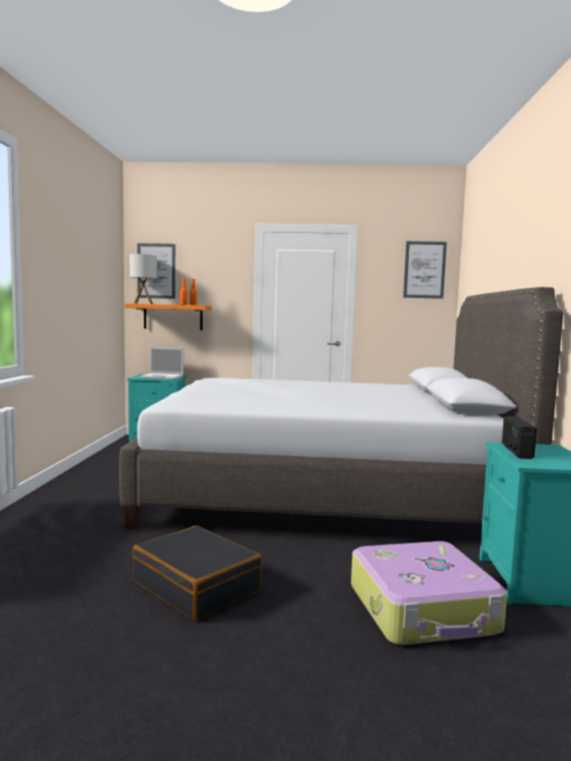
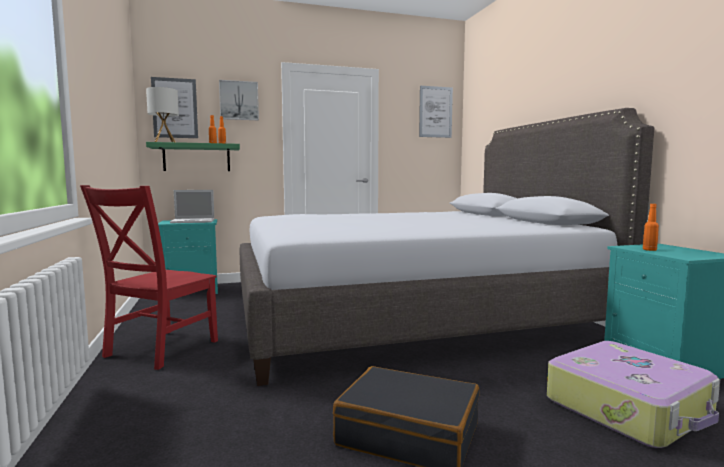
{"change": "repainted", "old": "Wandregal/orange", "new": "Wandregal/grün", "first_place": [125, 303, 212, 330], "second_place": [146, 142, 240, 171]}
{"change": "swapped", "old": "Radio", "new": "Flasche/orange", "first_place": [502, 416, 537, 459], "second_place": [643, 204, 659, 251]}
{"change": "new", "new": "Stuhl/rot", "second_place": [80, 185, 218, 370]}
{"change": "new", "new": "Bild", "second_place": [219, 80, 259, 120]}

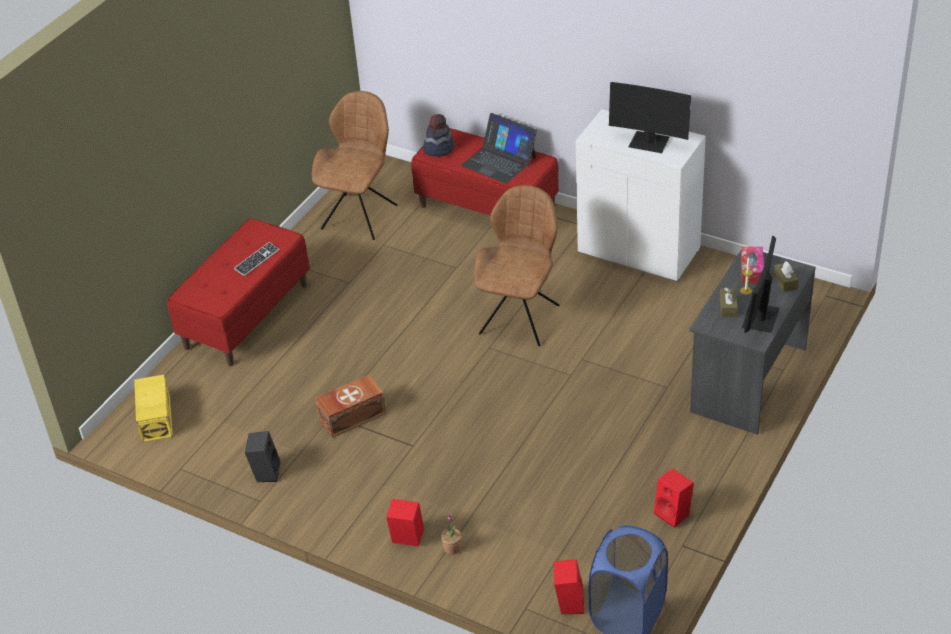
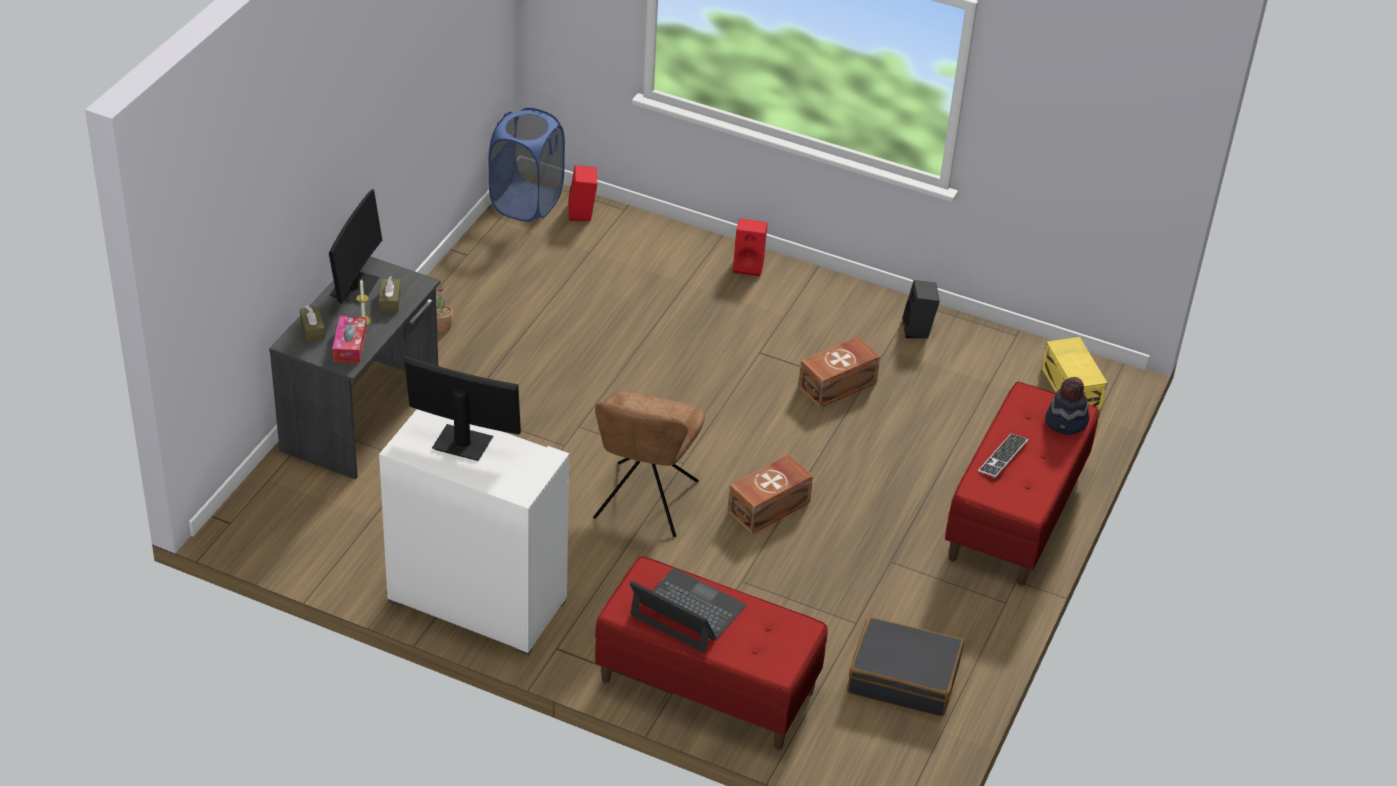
{"change": "swapped", "old": "Stuhl/braun", "new": "Koffer/schwarz", "first_place": [312, 91, 397, 240], "second_place": [847, 617, 964, 716]}
{"change": "shifted", "old": "Hut", "first_place": [423, 114, 454, 157], "second_place": [1045, 377, 1090, 435]}
{"change": "shifted", "old": "Topfpflanze", "first_place": [441, 515, 461, 555], "second_place": [436, 285, 453, 333]}
{"change": "gone", "old": "Lautsprecher/rot", "first_place": [654, 468, 694, 528]}
{"change": "new", "new": "Aufbewahrungsbox/braun", "second_place": [727, 454, 813, 534]}

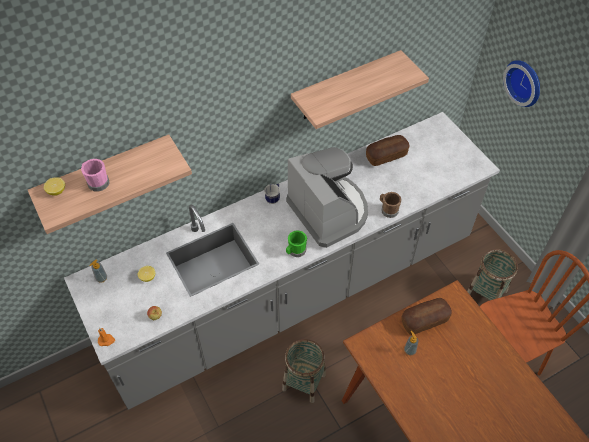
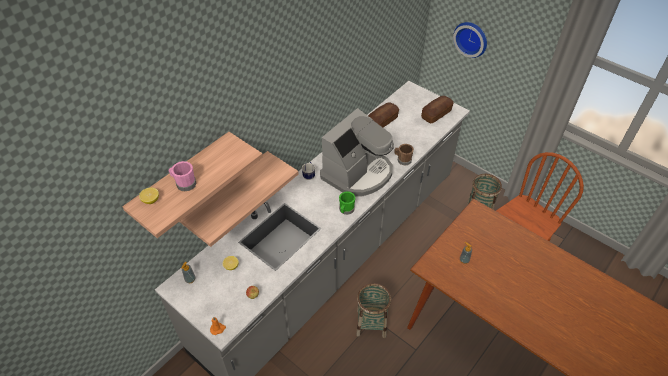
{"change": "rotated", "old": "Kaffeemaschine", "first_place": [286, 147, 368, 248], "second_place": [320, 108, 394, 196], "degrees": 90}
{"change": "shifted", "old": "Wandregal", "first_place": [291, 50, 429, 129], "second_place": [179, 151, 299, 247]}
{"change": "shifted", "old": "Brot", "first_place": [401, 298, 452, 335], "second_place": [421, 96, 454, 123]}

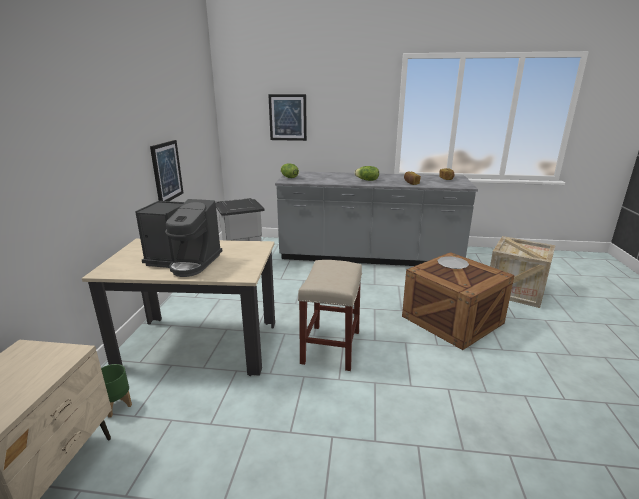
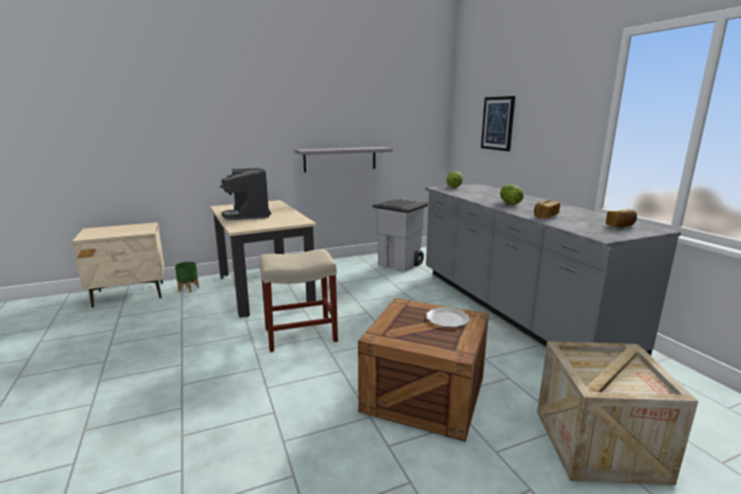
{"change": "swapped", "old": "Bild", "new": "Wandregal/grau", "first_place": [150, 140, 183, 201], "second_place": [295, 147, 393, 172]}

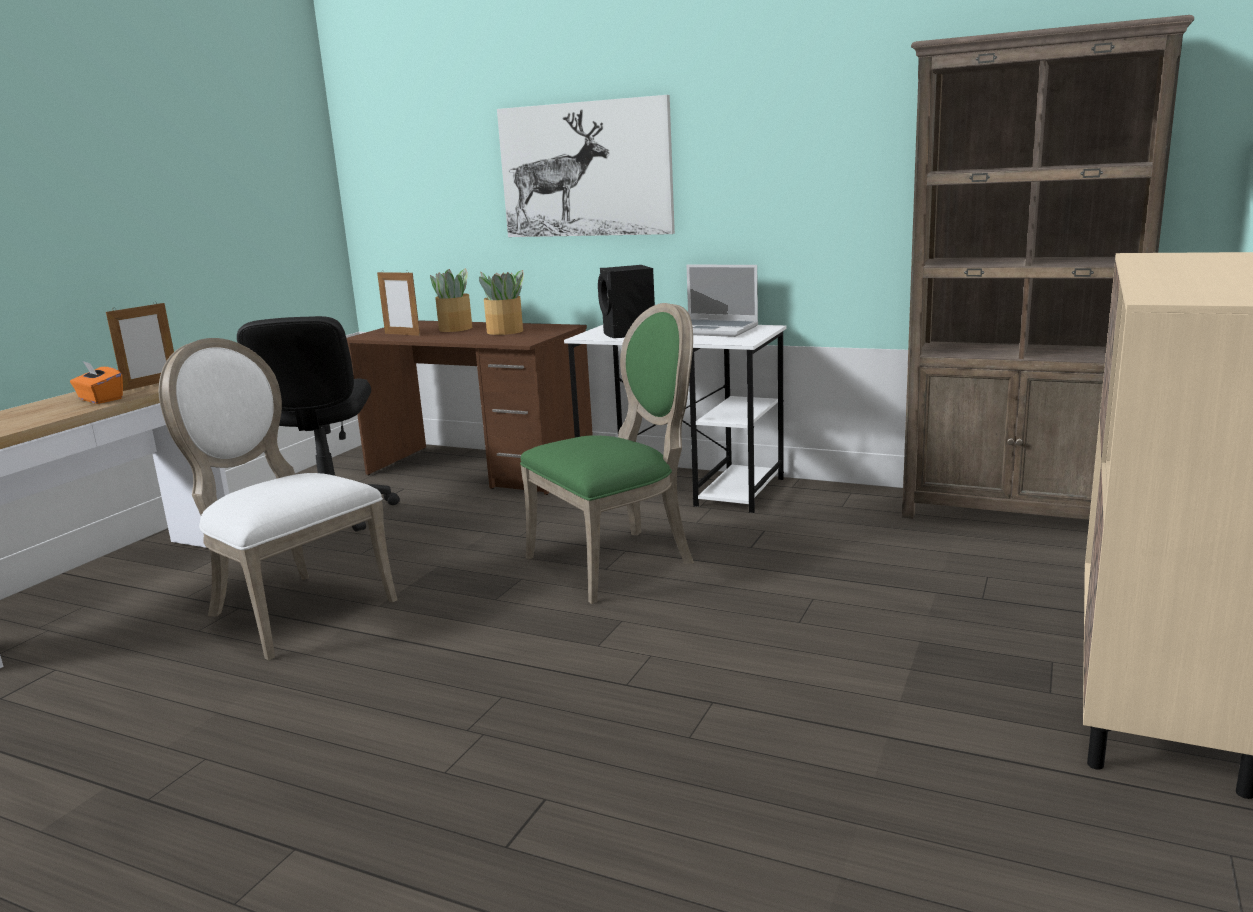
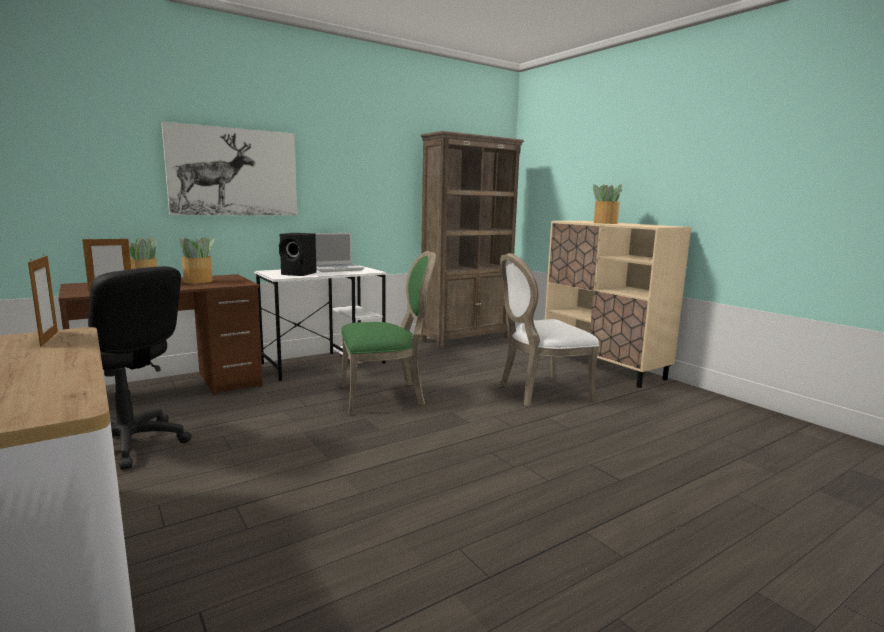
{"change": "gone", "old": "Taschentuchbox/orange", "first_place": [70, 361, 123, 404]}
{"change": "shifted", "old": "Stuhl/weiß", "first_place": [159, 338, 398, 661], "second_place": [499, 253, 599, 406]}
{"change": "rotated", "old": "Stuhl/grün", "first_place": [520, 303, 694, 604], "second_place": [341, 251, 436, 415], "degrees": 75}
{"change": "new", "new": "Topfpflanze", "second_place": [593, 184, 622, 224]}

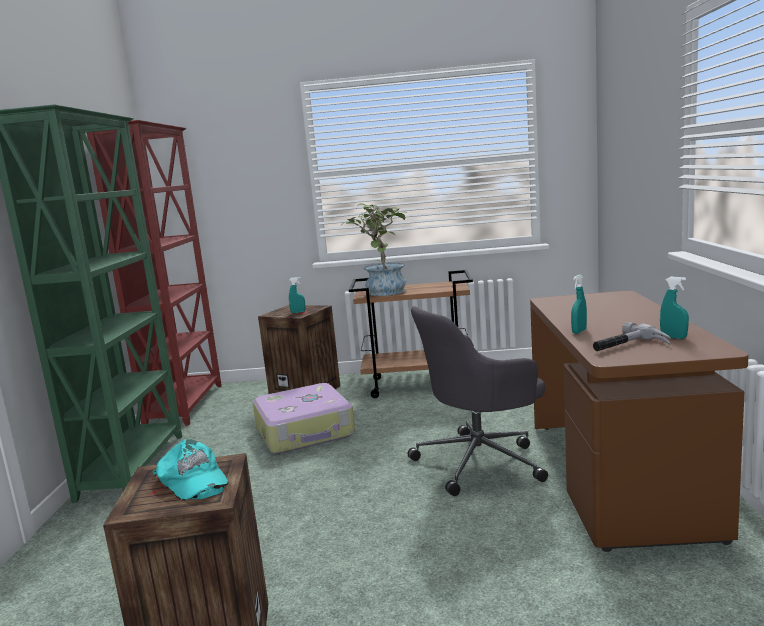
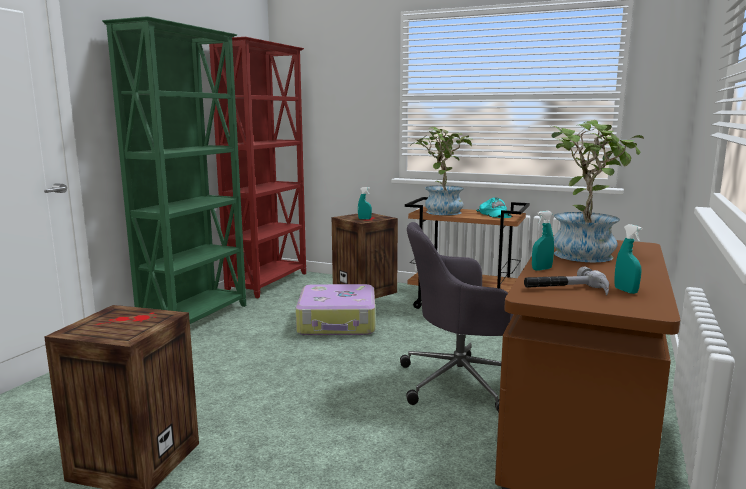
{"change": "shifted", "old": "Kappe/türkis", "first_place": [153, 439, 228, 501], "second_place": [476, 197, 513, 218]}
{"change": "new", "new": "Topfpflanze", "second_place": [552, 120, 644, 263]}

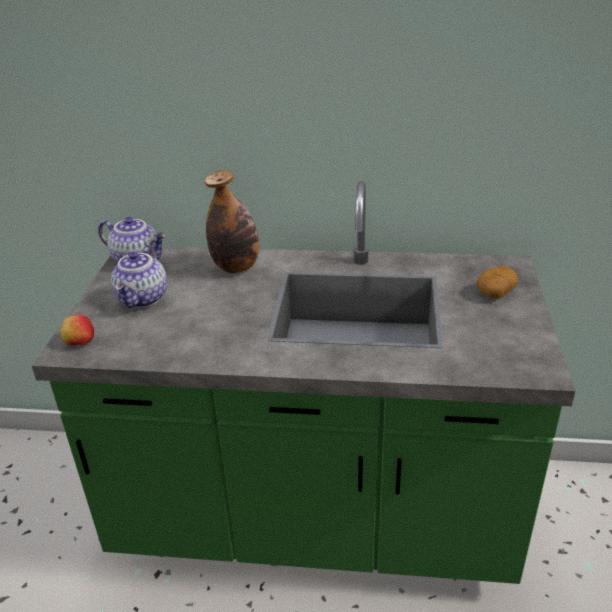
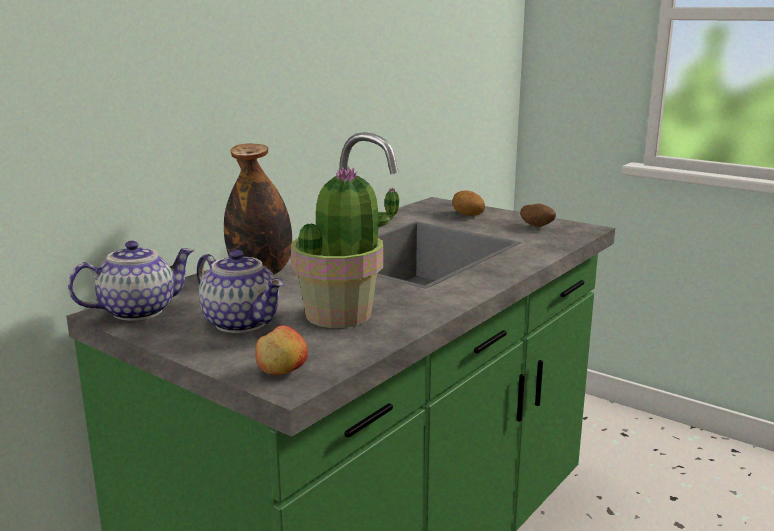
{"change": "new", "new": "Topfpflanze", "second_place": [290, 166, 399, 328]}
{"change": "new", "new": "Kartoffel", "second_place": [520, 203, 556, 227]}

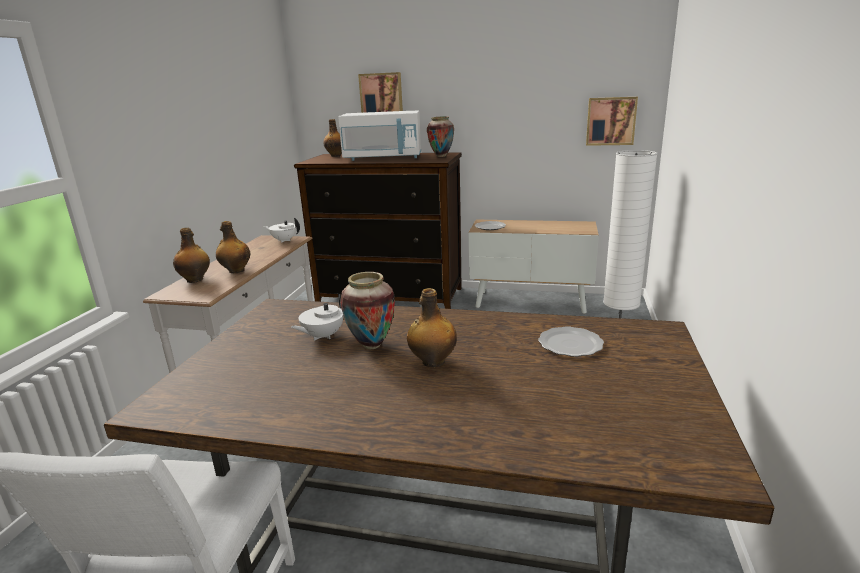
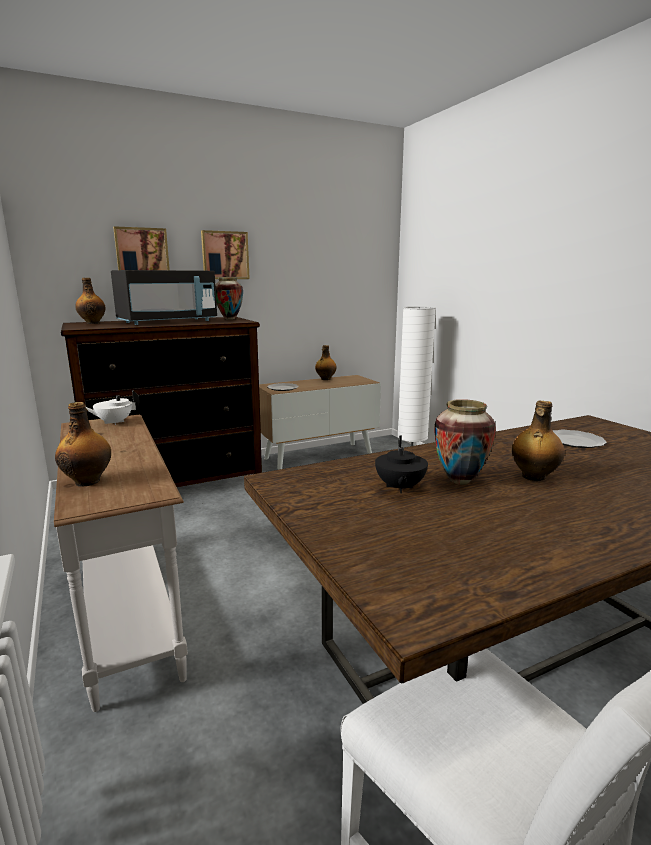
{"change": "shifted", "old": "Flasche", "first_place": [216, 221, 250, 273], "second_place": [315, 345, 337, 380]}
{"change": "repainted", "old": "Teekanne/weiß", "new": "Teekanne/schwarz", "first_place": [291, 294, 344, 341], "second_place": [375, 435, 428, 493]}
{"change": "repainted", "old": "Mikrowelle/weiß", "new": "Mikrowelle/schwarz", "first_place": [338, 111, 421, 161], "second_place": [111, 270, 217, 325]}
{"change": "shifted", "old": "Bild", "first_place": [586, 97, 638, 146], "second_place": [201, 230, 250, 279]}

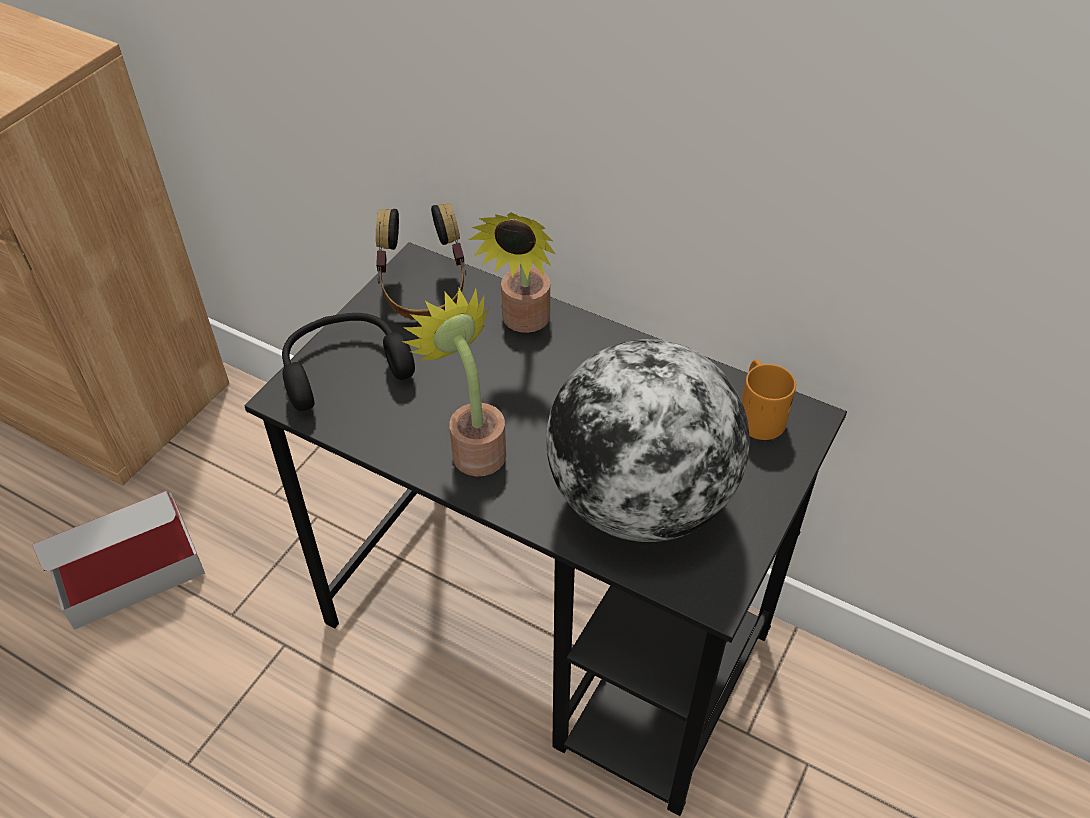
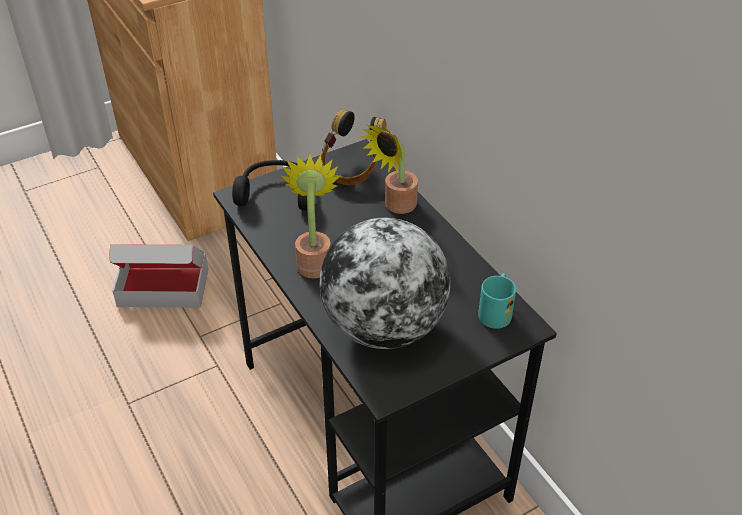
{"change": "repainted", "old": "Henkelbecher/orange", "new": "Henkelbecher/türkis", "first_place": [741, 359, 796, 440], "second_place": [478, 273, 516, 329]}

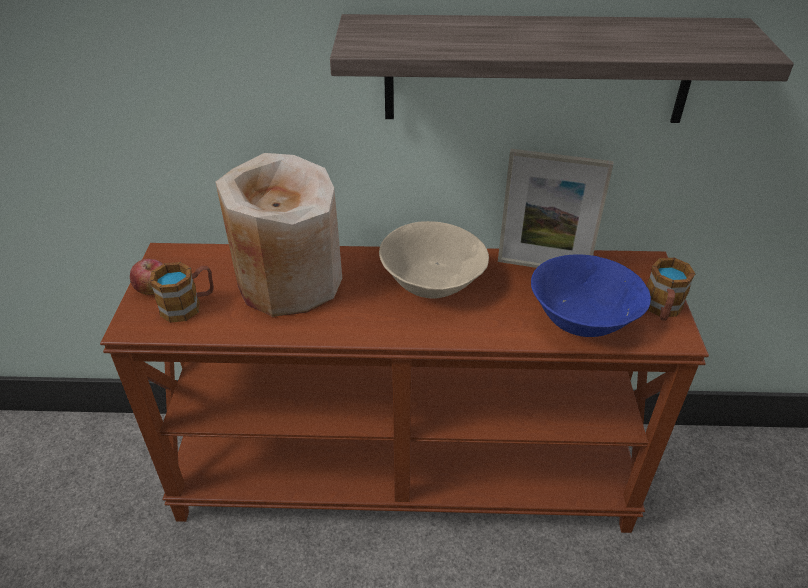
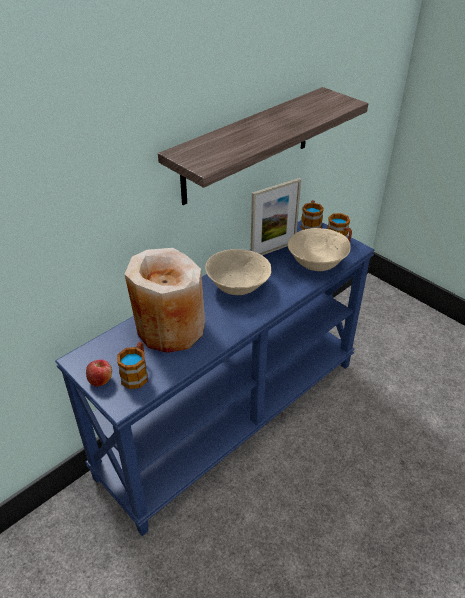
{"change": "repainted", "old": "Konsolentisch/braun", "new": "Konsolentisch/blau", "first_place": [100, 243, 709, 533], "second_place": [55, 220, 374, 536]}
{"change": "repainted", "old": "Schüssel/blau", "new": "Schüssel/beige", "first_place": [531, 254, 651, 337], "second_place": [288, 228, 351, 271]}
{"change": "new", "new": "Henkelbecher", "second_place": [301, 200, 324, 230]}

